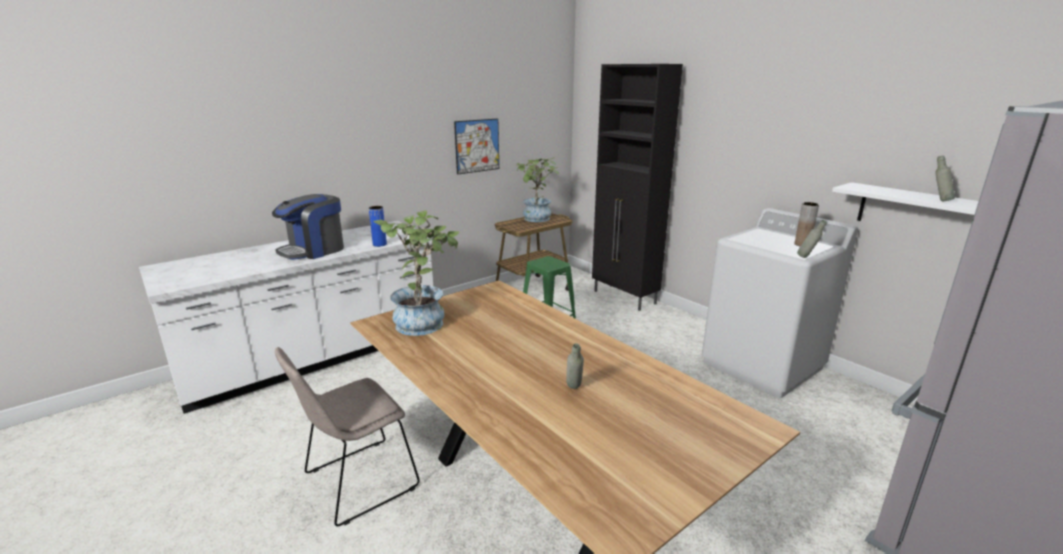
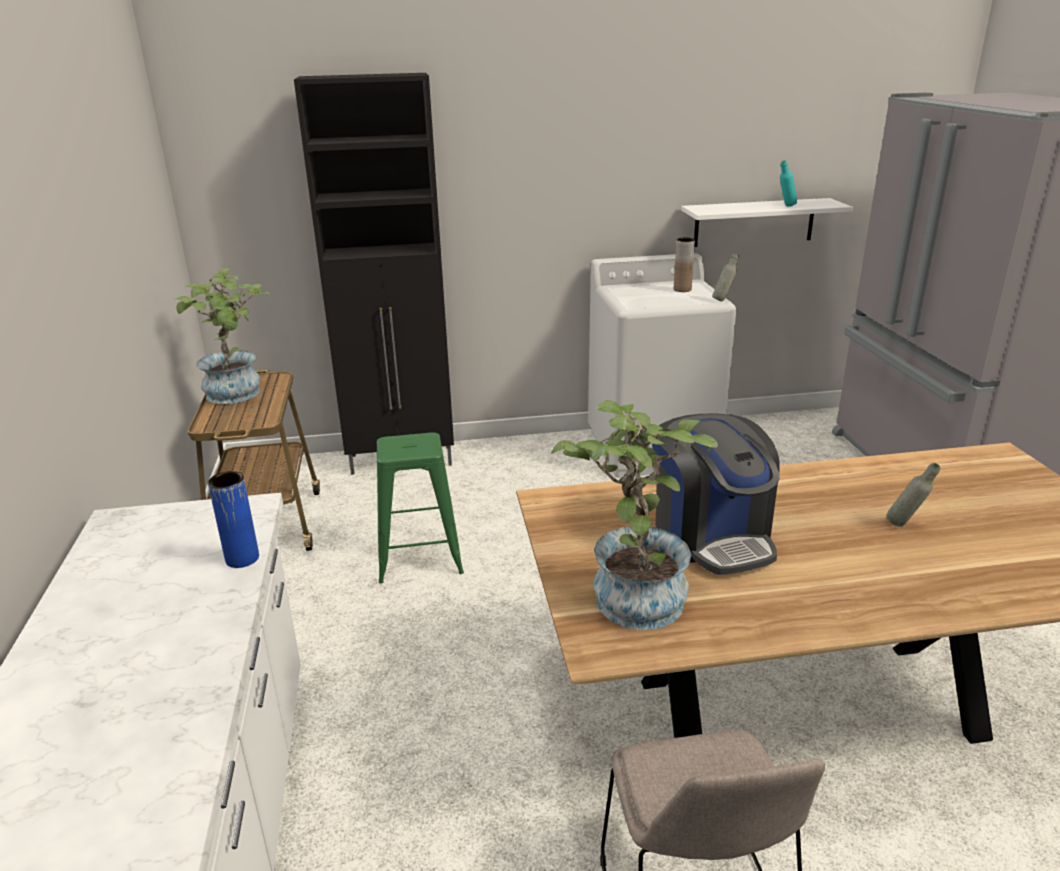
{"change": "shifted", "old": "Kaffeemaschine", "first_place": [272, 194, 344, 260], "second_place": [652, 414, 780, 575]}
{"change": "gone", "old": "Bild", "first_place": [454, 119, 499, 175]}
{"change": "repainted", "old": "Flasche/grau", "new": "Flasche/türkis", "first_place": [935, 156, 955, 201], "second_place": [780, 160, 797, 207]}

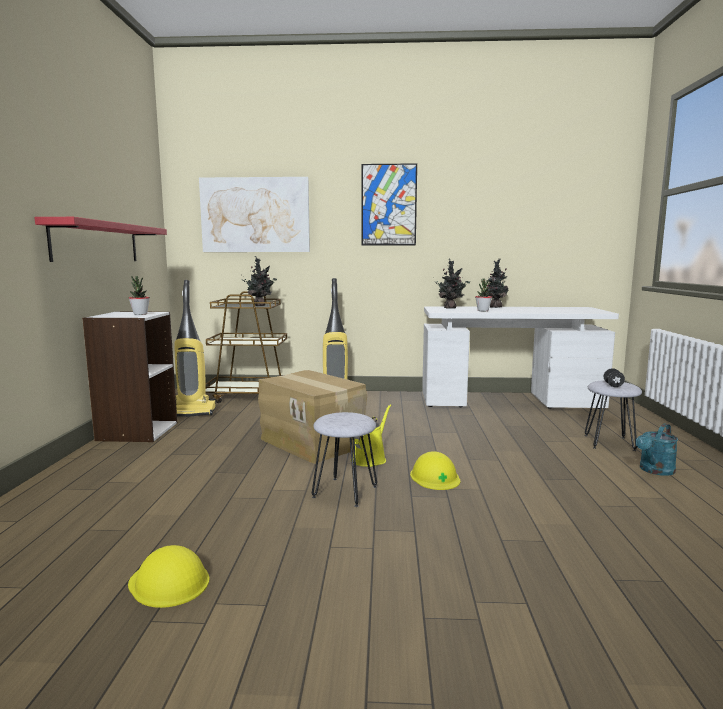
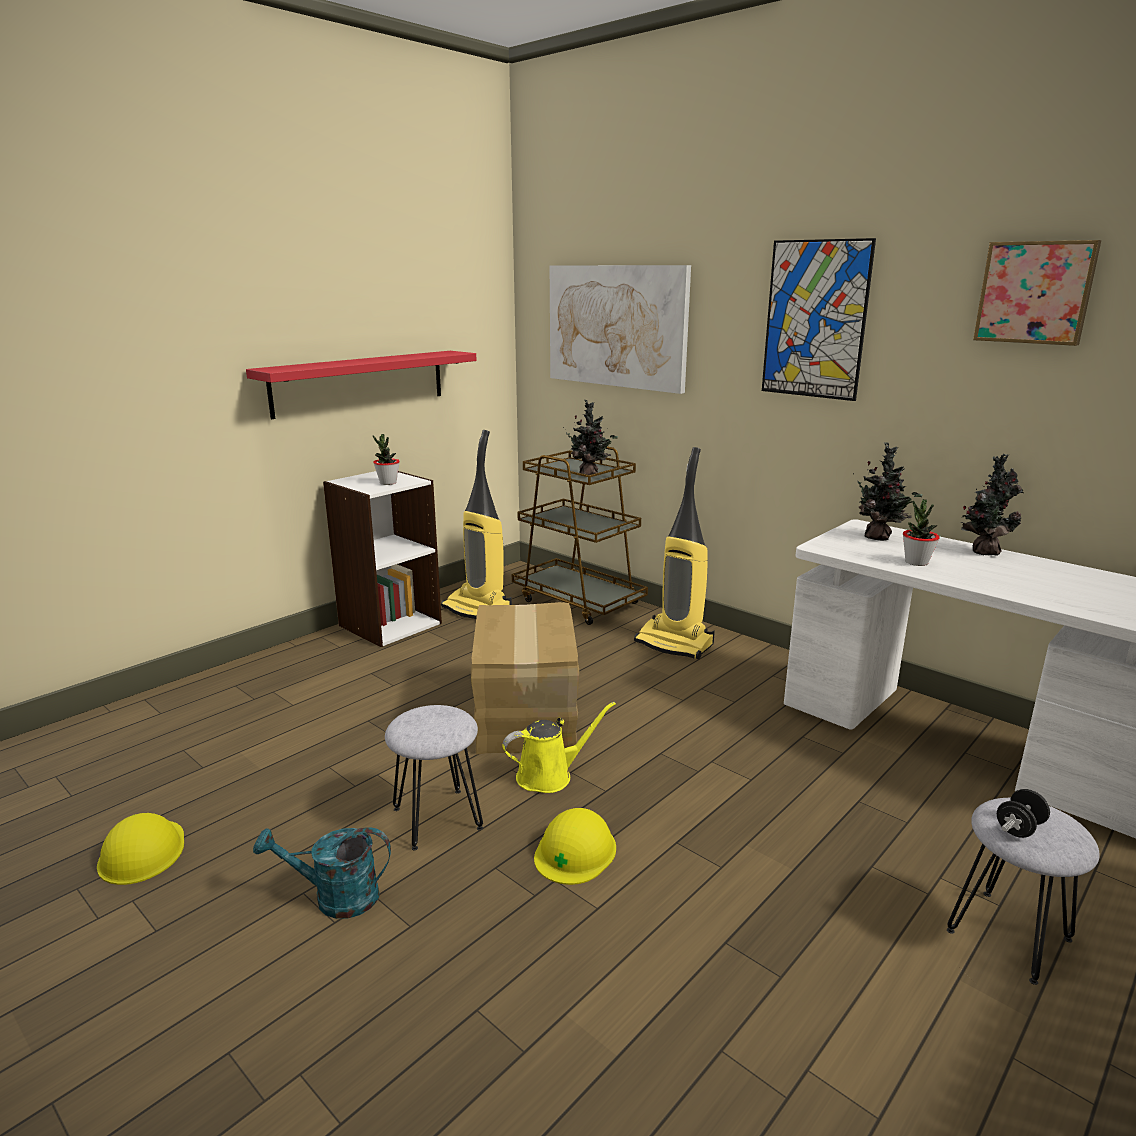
{"change": "shifted", "old": "Gießkanne/türkis", "first_place": [636, 423, 678, 476], "second_place": [253, 827, 391, 919]}
{"change": "new", "new": "Bild", "second_place": [973, 240, 1101, 346]}

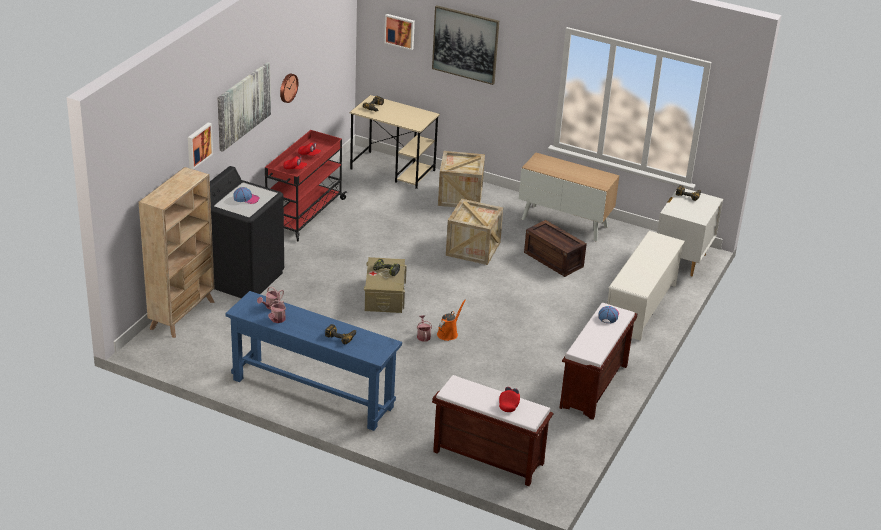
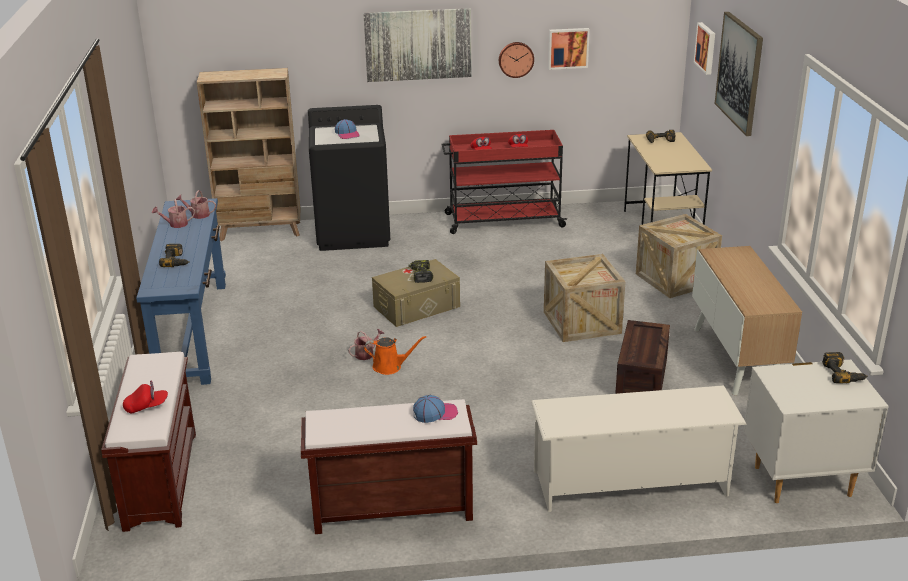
{"change": "shifted", "old": "Bild", "first_place": [188, 123, 213, 169], "second_place": [548, 28, 590, 70]}

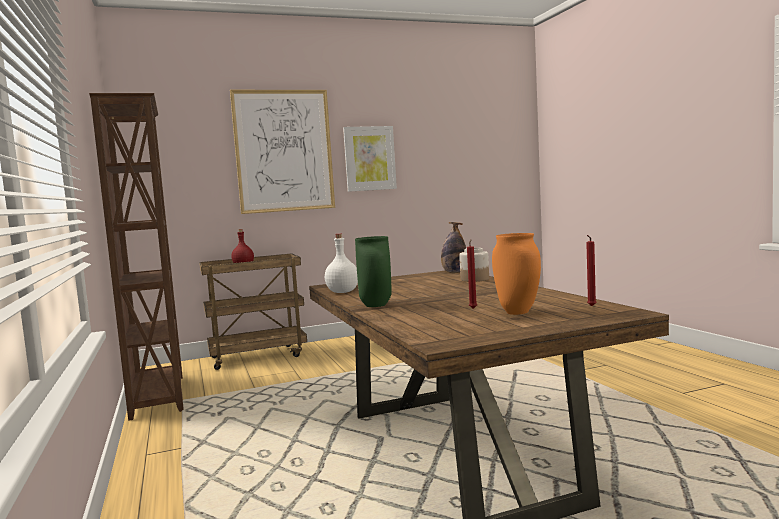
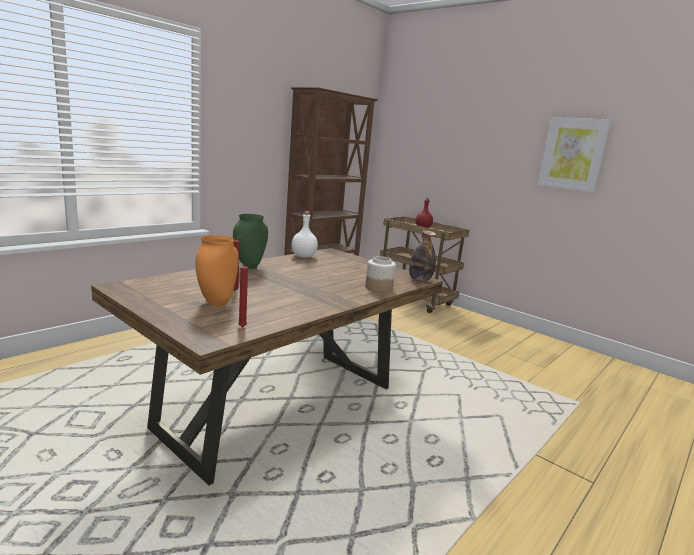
{"change": "gone", "old": "Bild", "first_place": [230, 90, 335, 214]}

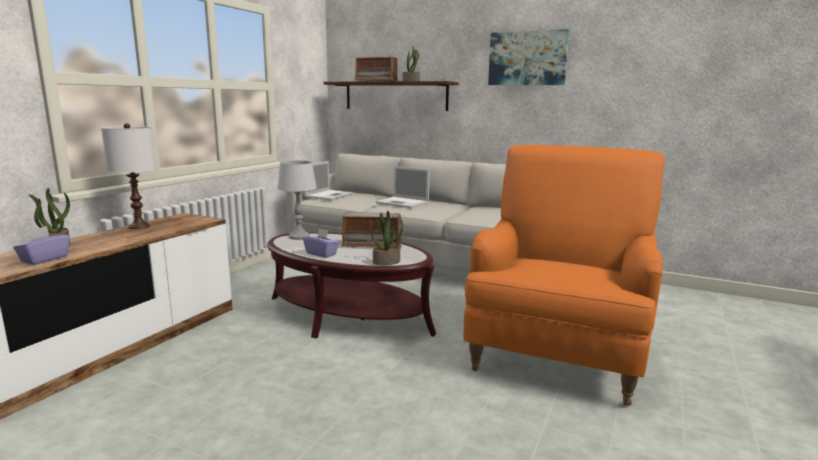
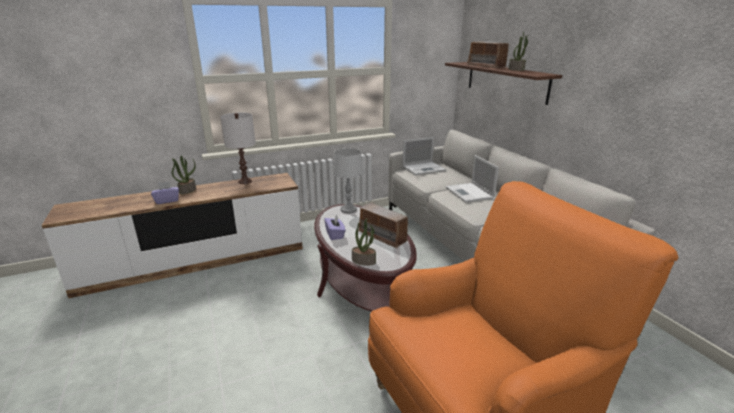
{"change": "gone", "old": "Bild", "first_place": [488, 29, 569, 85]}

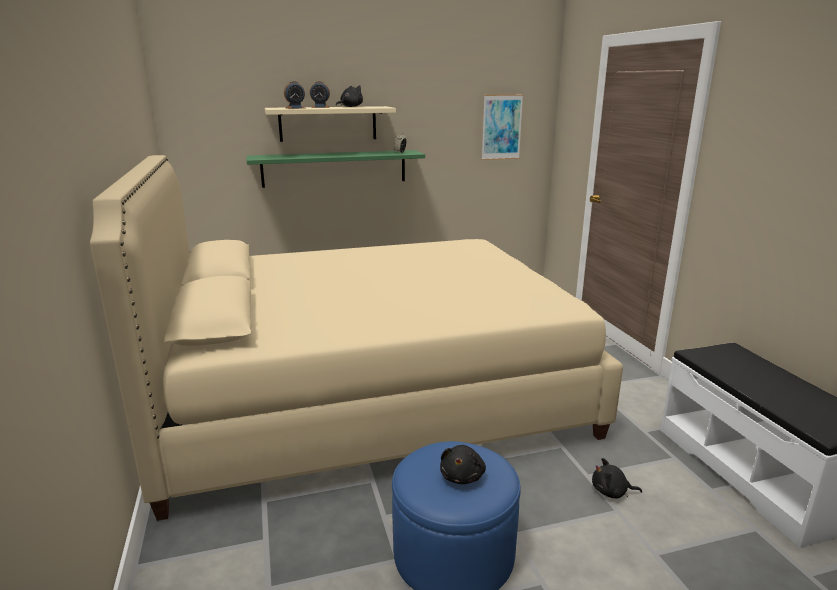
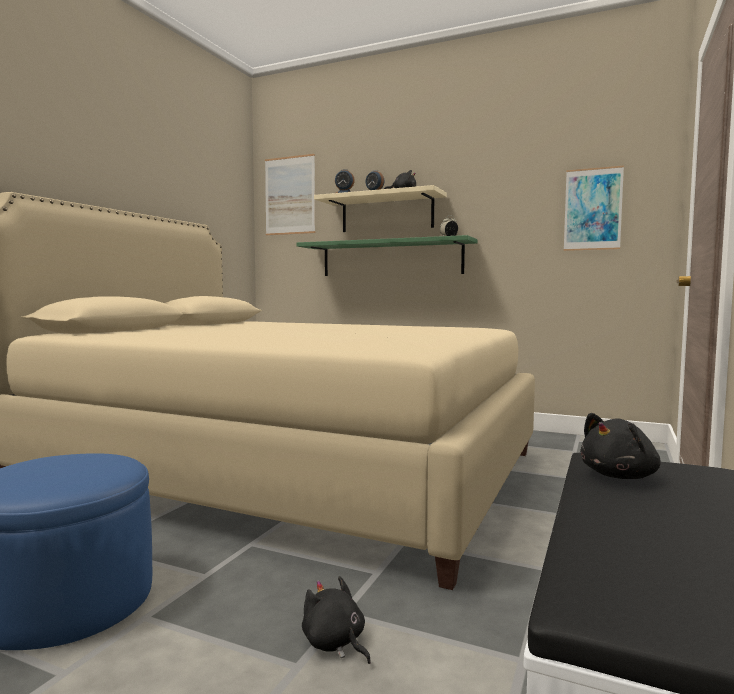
{"change": "shifted", "old": "Plüschtier/schwarz", "first_place": [440, 445, 486, 484], "second_place": [580, 413, 661, 479]}
{"change": "new", "new": "Bild", "second_place": [265, 154, 315, 235]}

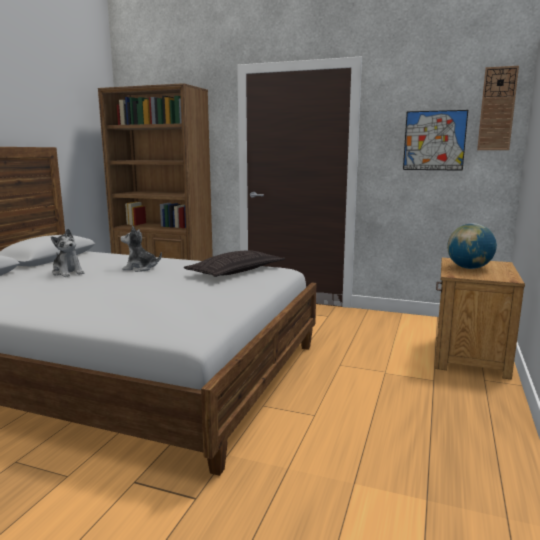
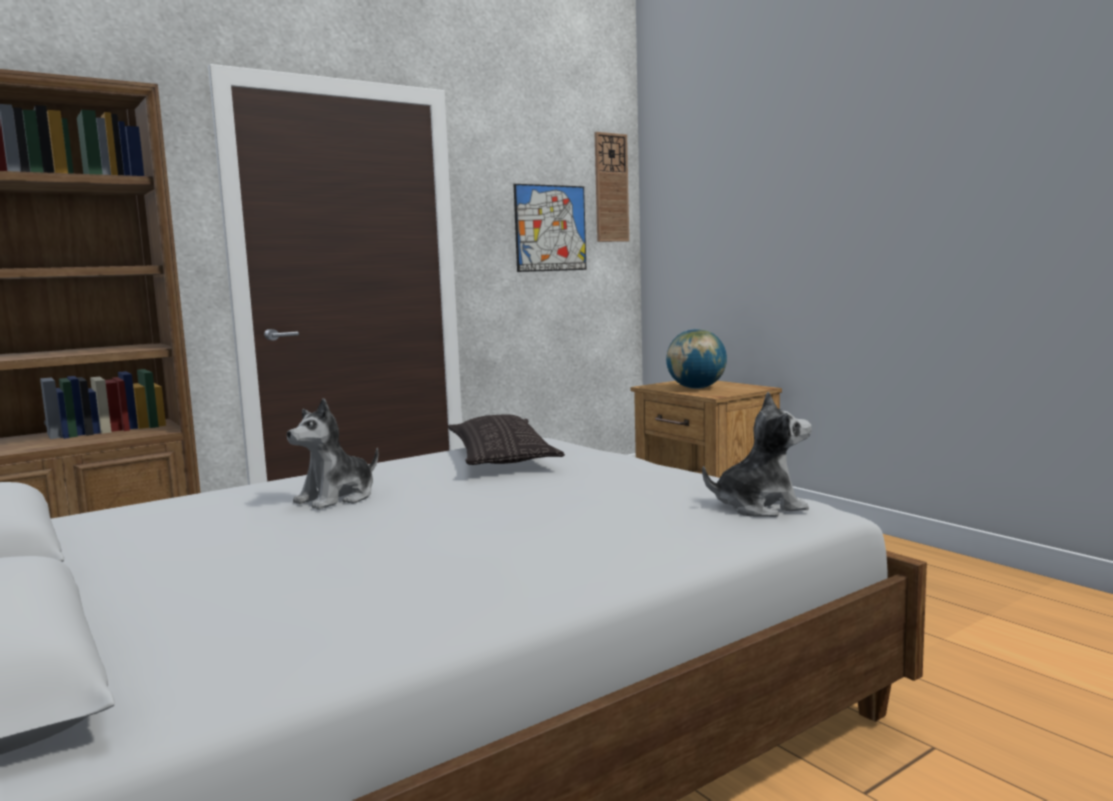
{"change": "shifted", "old": "Plüschtier", "first_place": [51, 229, 84, 277], "second_place": [702, 392, 812, 517]}

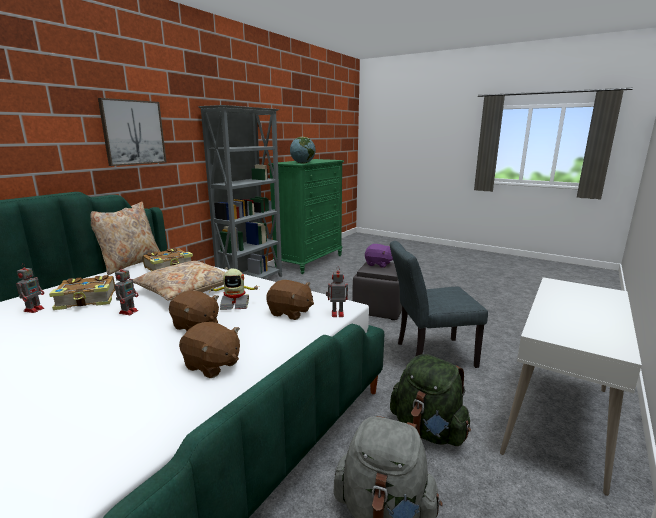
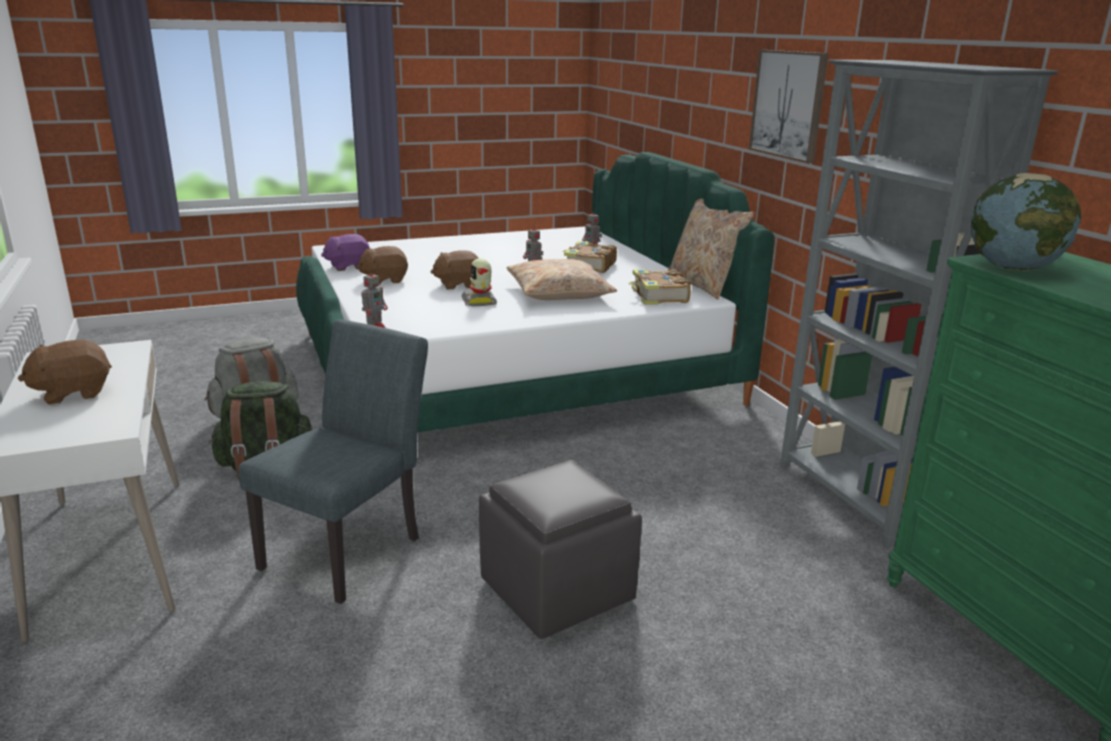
{"change": "rotated", "old": "Spielzeugroboter", "first_place": [210, 269, 259, 310], "second_place": [461, 258, 497, 306], "degrees": -45}
{"change": "shifted", "old": "Plüschtier/braun", "first_place": [266, 280, 314, 320], "second_place": [18, 340, 112, 405]}
{"change": "shifted", "old": "Plüschtier/lila", "first_place": [365, 244, 393, 268], "second_place": [321, 234, 370, 271]}

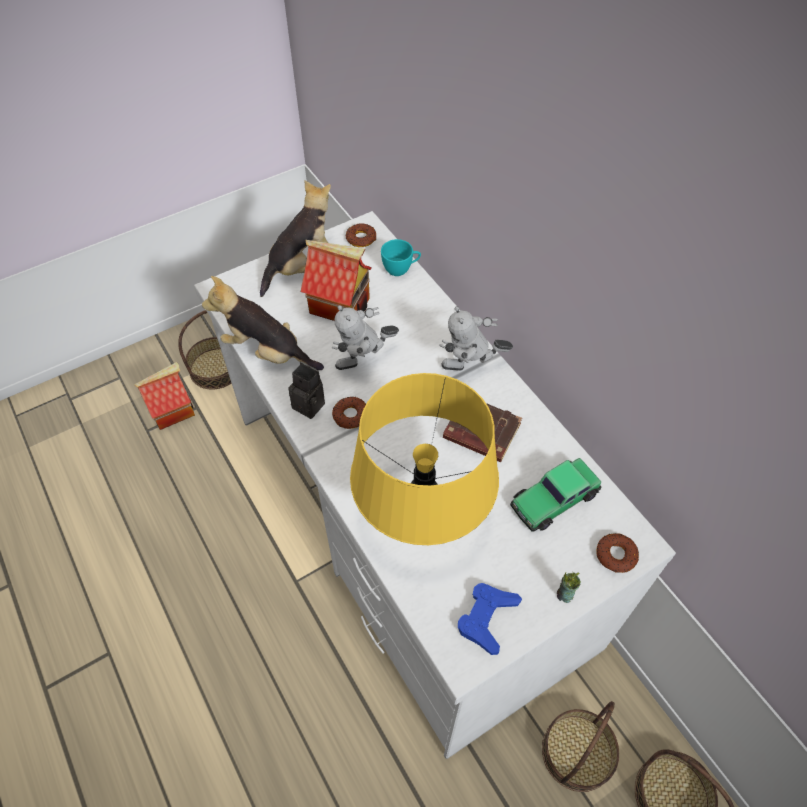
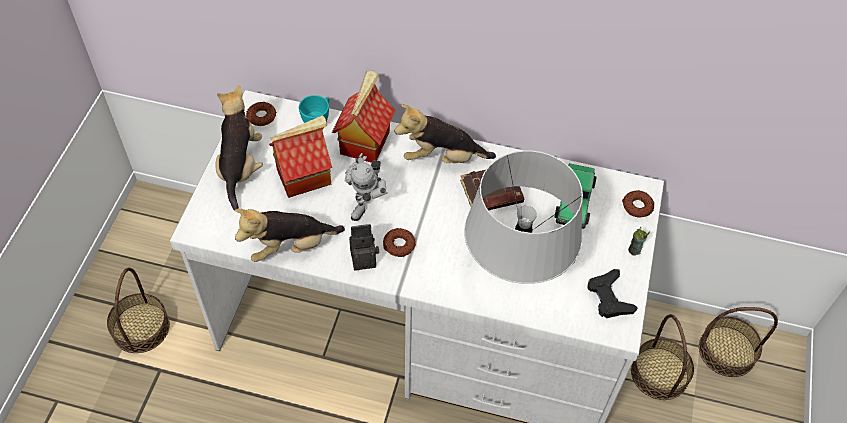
{"change": "shifted", "old": "Spielzeughaus", "first_place": [134, 362, 195, 430], "second_place": [332, 71, 396, 162]}
{"change": "repainted", "old": "Tischlampe/gelb", "new": "Tischlampe/grau", "first_place": [350, 373, 499, 545], "second_place": [464, 150, 583, 284]}
{"change": "swapped", "old": "Spielzeugroboter", "new": "Plüschtier", "first_place": [440, 306, 513, 371], "second_place": [394, 104, 496, 163]}
{"change": "repainted", "old": "Gamepad/blau", "new": "Gamepad/schwarz", "first_place": [458, 583, 522, 655], "second_place": [587, 269, 637, 318]}

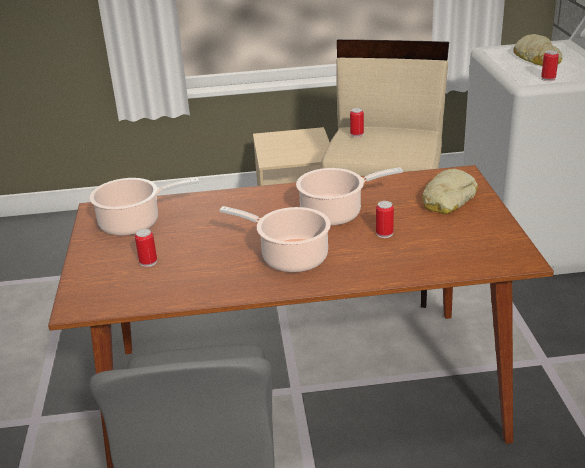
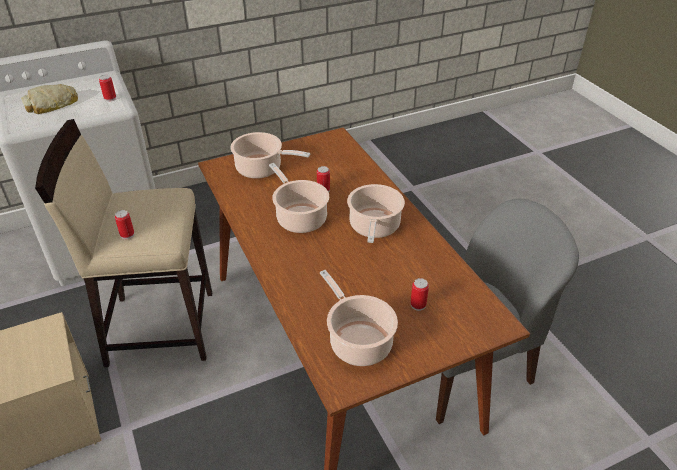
{"change": "swapped", "old": "Brot", "new": "Kochtopf", "first_place": [422, 169, 478, 214], "second_place": [230, 132, 310, 179]}

